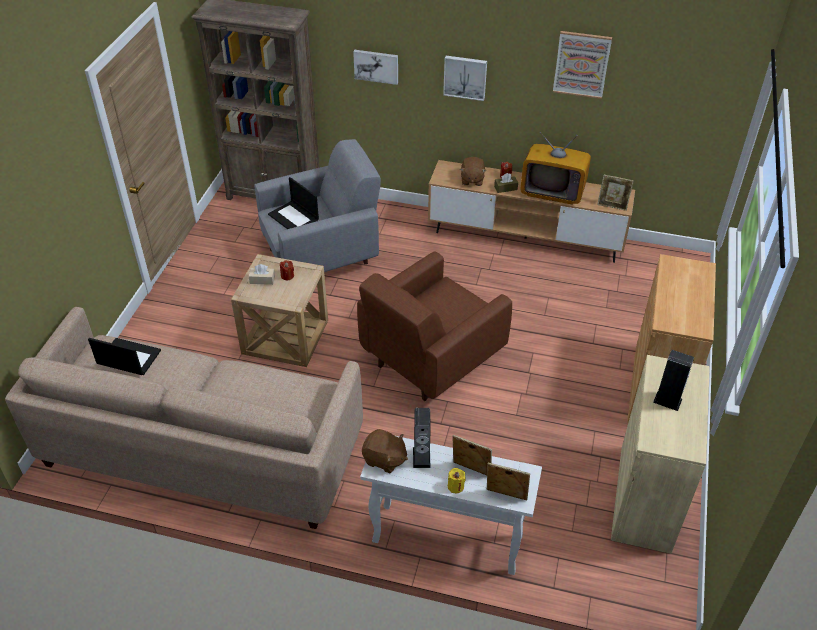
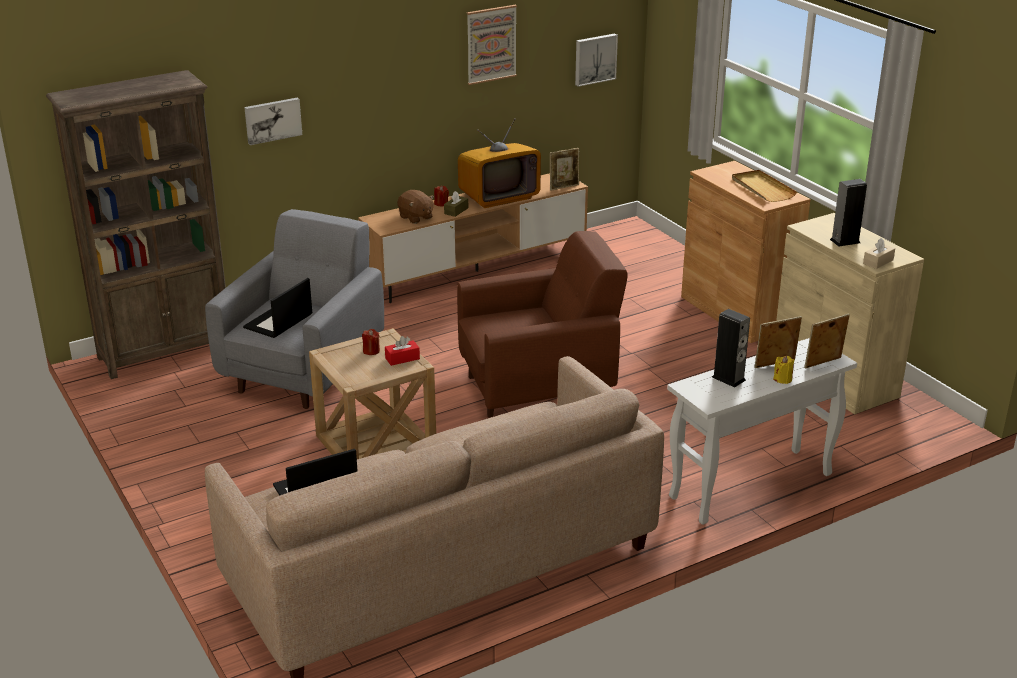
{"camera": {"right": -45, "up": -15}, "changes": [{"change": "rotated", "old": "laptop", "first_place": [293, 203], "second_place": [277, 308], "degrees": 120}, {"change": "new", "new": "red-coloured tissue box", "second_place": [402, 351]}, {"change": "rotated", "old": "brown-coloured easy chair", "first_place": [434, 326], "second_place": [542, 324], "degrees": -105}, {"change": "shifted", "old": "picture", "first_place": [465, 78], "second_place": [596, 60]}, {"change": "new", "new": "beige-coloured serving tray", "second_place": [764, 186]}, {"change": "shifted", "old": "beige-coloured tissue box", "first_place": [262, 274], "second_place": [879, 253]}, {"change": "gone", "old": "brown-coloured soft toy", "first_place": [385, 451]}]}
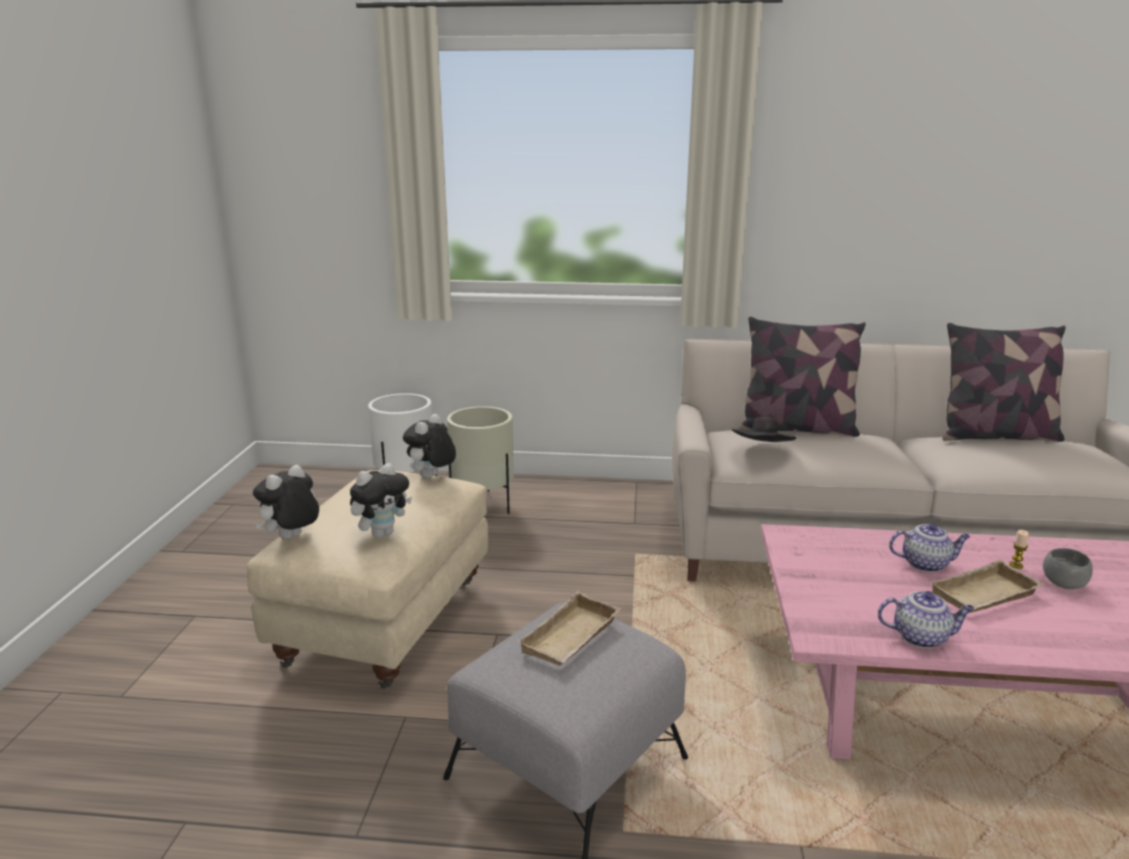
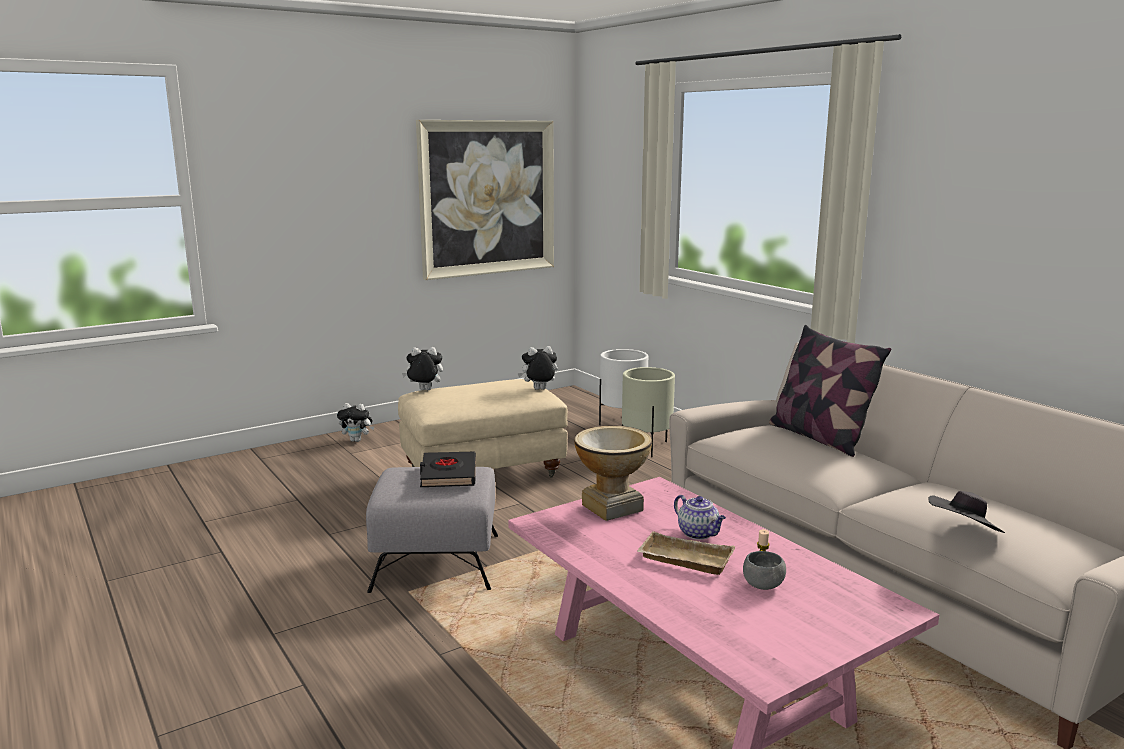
{"camera": {"right": 50, "up": -5}, "changes": [{"change": "shifted", "old": "soft toy", "first_place": [381, 500], "second_place": [355, 422]}, {"change": "new", "new": "picture", "second_place": [485, 200]}, {"change": "swapped", "old": "beige-coloured serving tray", "new": "blackish bound book", "first_place": [569, 628], "second_place": [448, 469]}, {"change": "new", "new": "decorative vase", "second_place": [613, 473]}, {"change": "shifted", "old": "blackish clothing hat", "first_place": [764, 429], "second_place": [966, 512]}, {"change": "gone", "old": "teapot", "first_place": [926, 619]}, {"change": "gone", "old": "pillow", "first_place": [1004, 382]}]}
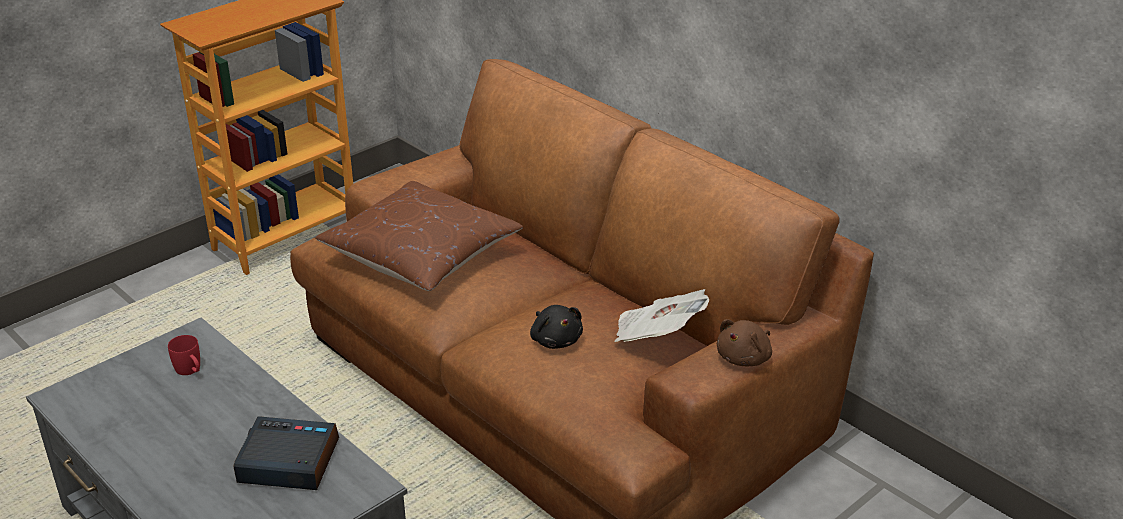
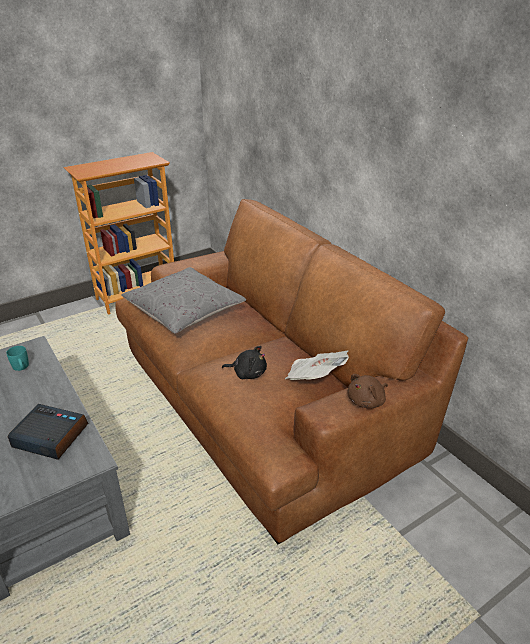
{"camera": {"right": 10, "up": 0}, "changes": [{"change": "repainted", "old": "red-coloured tea mug", "new": "turquoise tea mug", "first_place": [184, 355], "second_place": [17, 358]}, {"change": "repainted", "old": "brown-coloured pillow", "new": "grey pillow", "first_place": [419, 236], "second_place": [183, 300]}, {"change": "rotated", "old": "blackish soft toy", "first_place": [556, 327], "second_place": [244, 362], "degrees": -60}]}
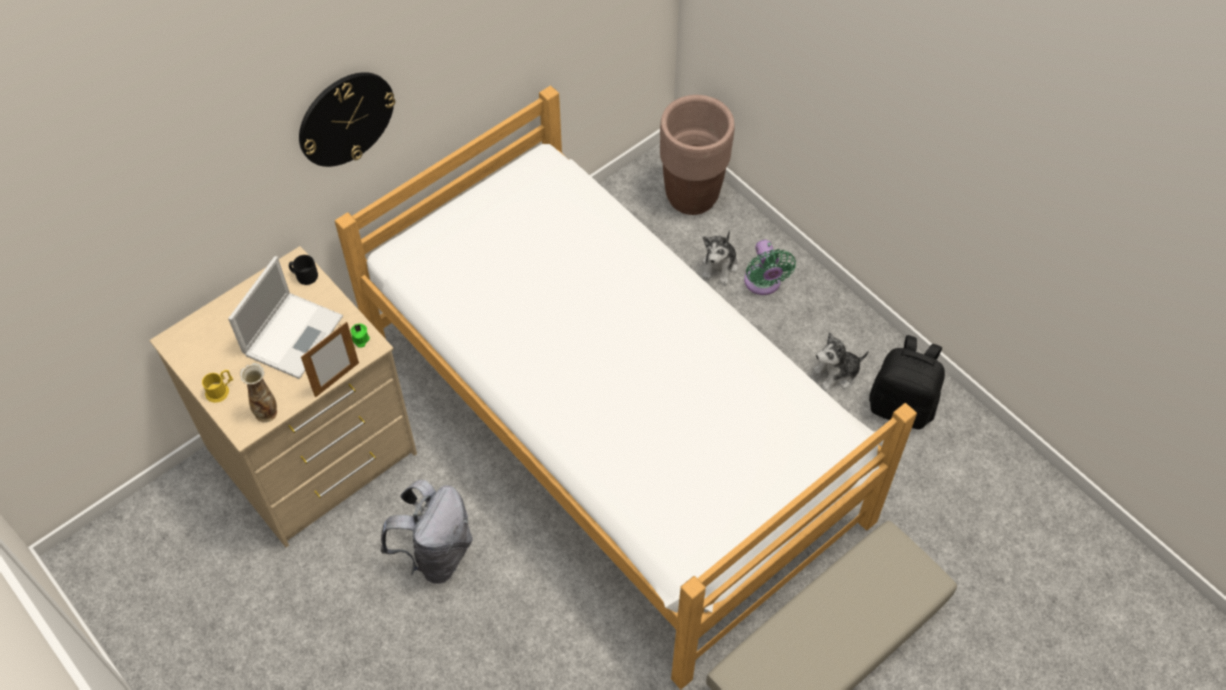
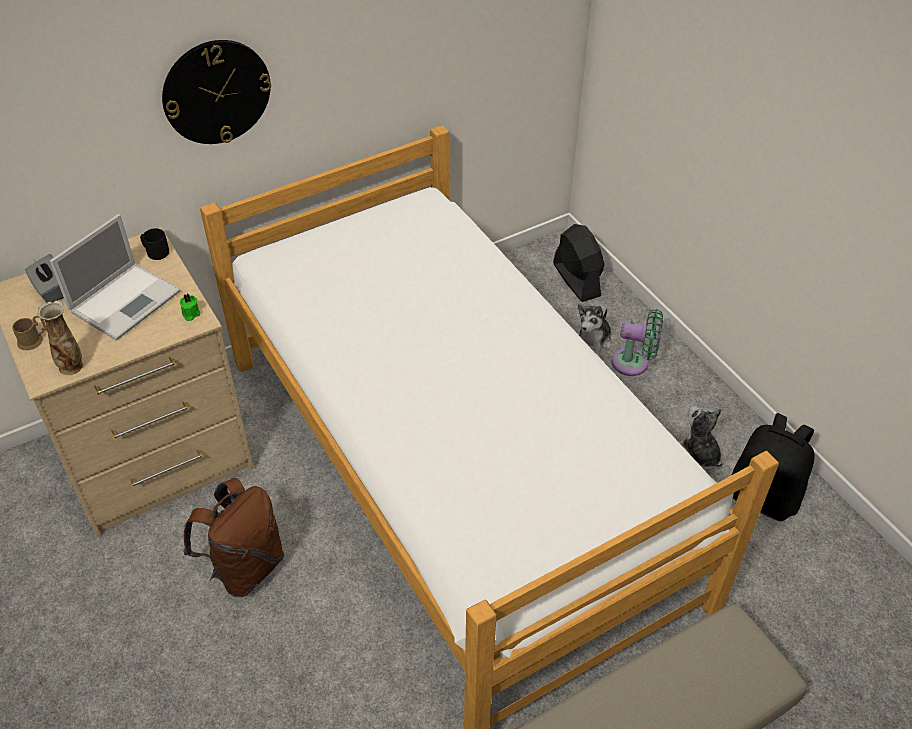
{"camera": {"right": 10, "up": -10}, "changes": [{"change": "repainted", "old": "yellowish tea mug", "new": "brown-coloured tea mug", "first_place": [217, 386], "second_place": [29, 332]}, {"change": "new", "new": "grey tissue box", "second_place": [44, 278]}, {"change": "repainted", "old": "grey knapsack", "new": "brown-coloured knapsack", "first_place": [426, 532], "second_place": [233, 537]}, {"change": "swapped", "old": "brown-coloured flower pot", "new": "blackish fan", "first_place": [697, 155], "second_place": [578, 263]}, {"change": "rotated", "old": "greenish fan", "first_place": [770, 267], "second_place": [637, 342], "degrees": -75}, {"change": "rotated", "old": "soft toy", "first_place": [840, 361], "second_place": [700, 438], "degrees": 75}, {"change": "gone", "old": "photo frame", "first_place": [330, 360]}]}
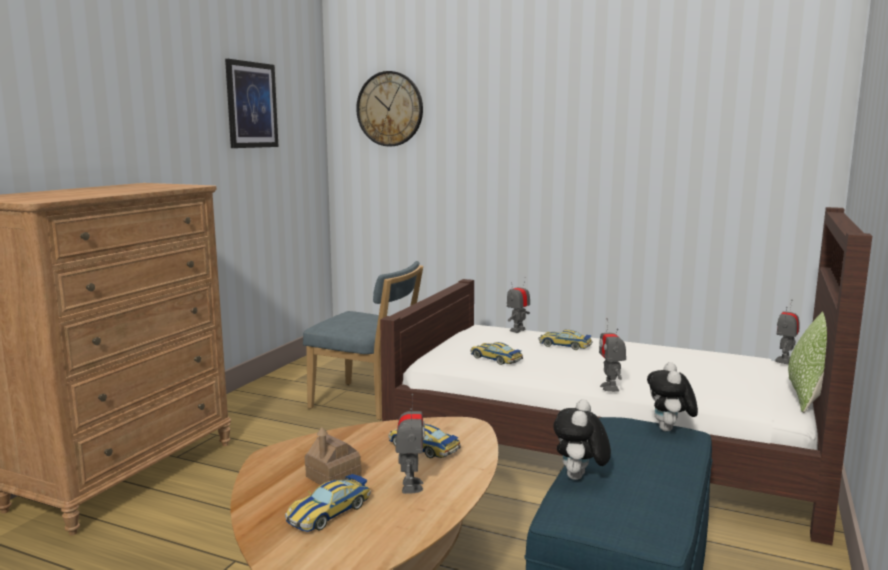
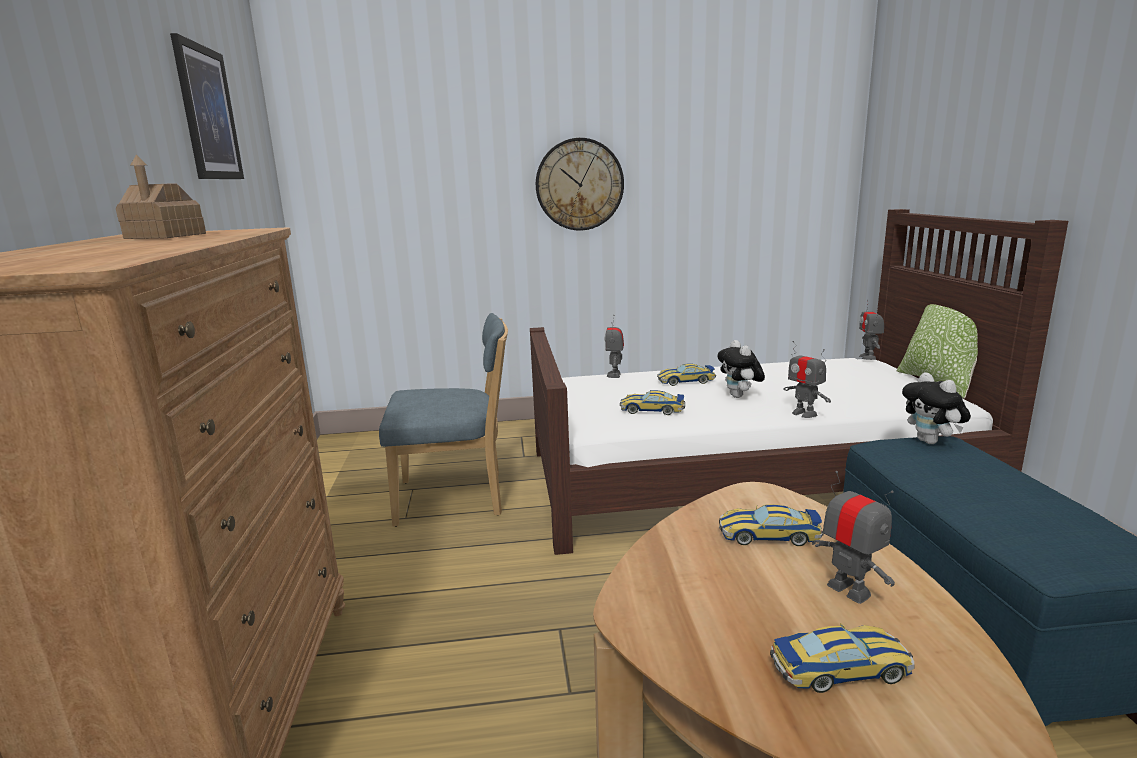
{"camera": {"right": -30, "up": 5}, "changes": [{"change": "shifted", "old": "miniature house", "first_place": [333, 456], "second_place": [161, 197]}, {"change": "shifted", "old": "hanging clock", "first_place": [389, 109], "second_place": [580, 184]}, {"change": "shifted", "old": "soft toy", "first_place": [582, 439], "second_place": [741, 369]}, {"change": "rotated", "old": "toy car", "first_place": [328, 503], "second_place": [842, 658], "degrees": -105}]}
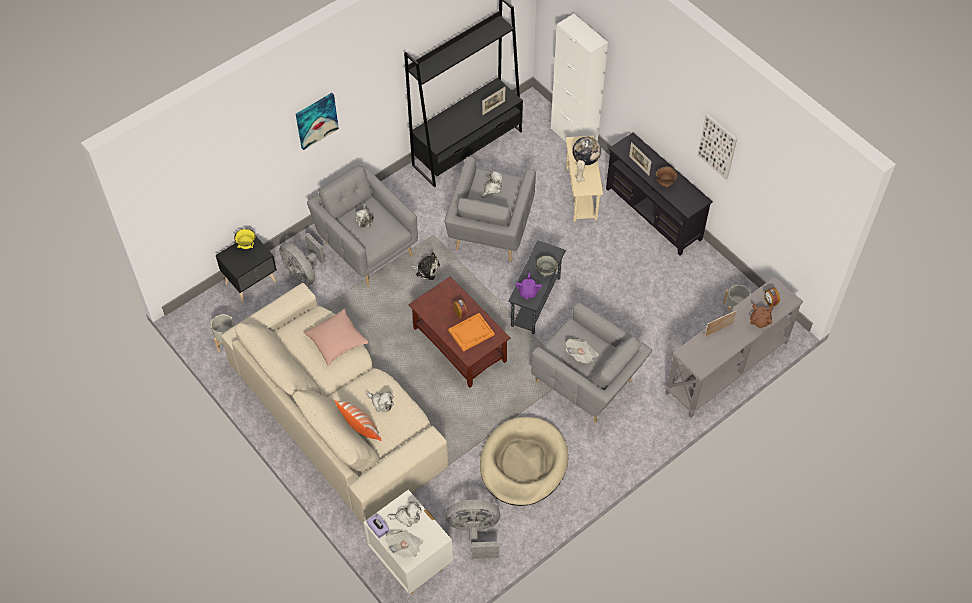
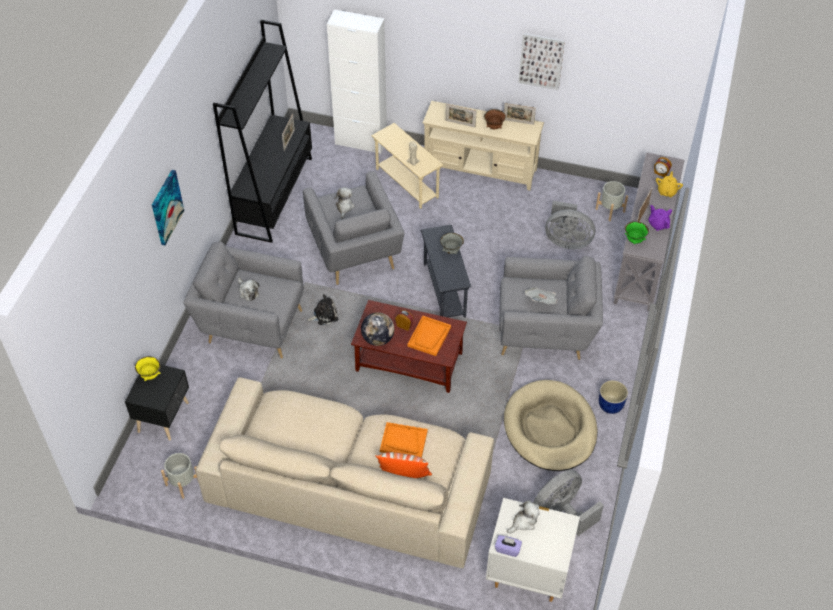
{"camera": {"right": -35, "up": -5}, "changes": [{"change": "shifted", "old": "world globe", "first_place": [586, 151], "second_place": [377, 329]}, {"change": "swapped", "old": "soft toy", "new": "orange-coloured serving tray", "first_place": [380, 401], "second_place": [404, 440]}, {"change": "repainted", "old": "blackish tv stand", "new": "beige-coloured tv stand", "first_place": [659, 193], "second_place": [483, 146]}, {"change": "new", "new": "photo frame", "second_place": [520, 114]}, {"change": "shifted", "old": "grey fan", "first_place": [302, 259], "second_place": [570, 225]}, {"change": "new", "new": "blue flower pot", "second_place": [613, 397]}, {"change": "new", "new": "greenish serving bowl", "second_place": [637, 232]}, {"change": "shifted", "old": "purple-coloured teapot", "first_place": [528, 286], "second_place": [660, 218]}, {"change": "repainted", "old": "brown-coloured teapot", "new": "yellowish teapot", "first_place": [762, 316], "second_place": [669, 184]}, {"change": "gone", "old": "pink-coloured pillow", "first_place": [336, 337]}, {"change": "gone", "old": "printed paper", "first_place": [404, 544]}]}
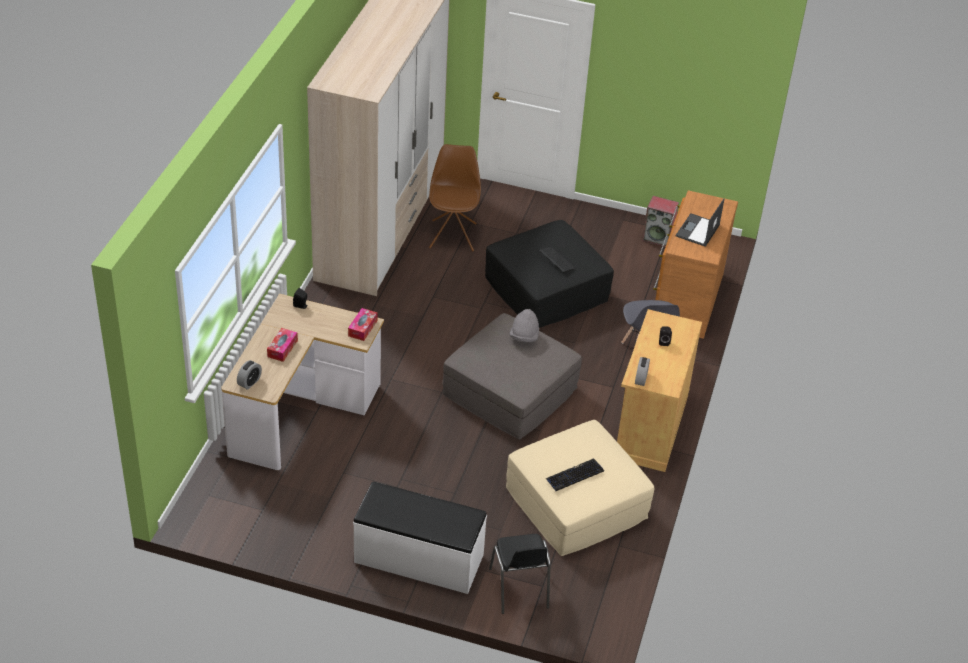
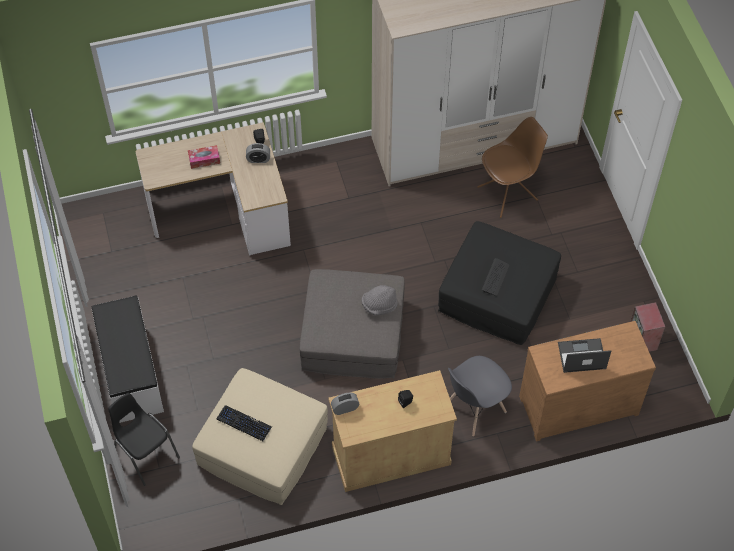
{"camera": {"right": 60, "up": 15}, "changes": [{"change": "rotated", "old": "blackish plain chair", "first_place": [520, 574], "second_place": [144, 439], "degrees": 90}, {"change": "shifted", "old": "bedside clock", "first_place": [249, 375], "second_place": [258, 153]}, {"change": "gone", "old": "tissue box", "first_place": [362, 324]}]}
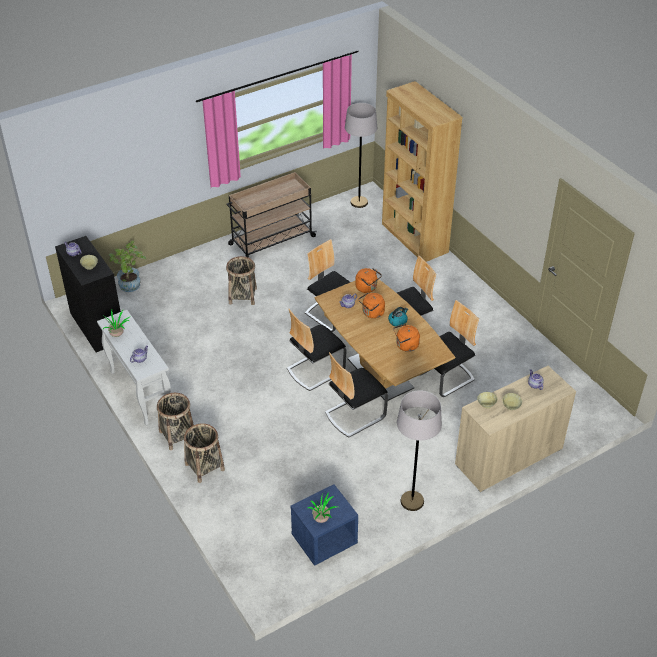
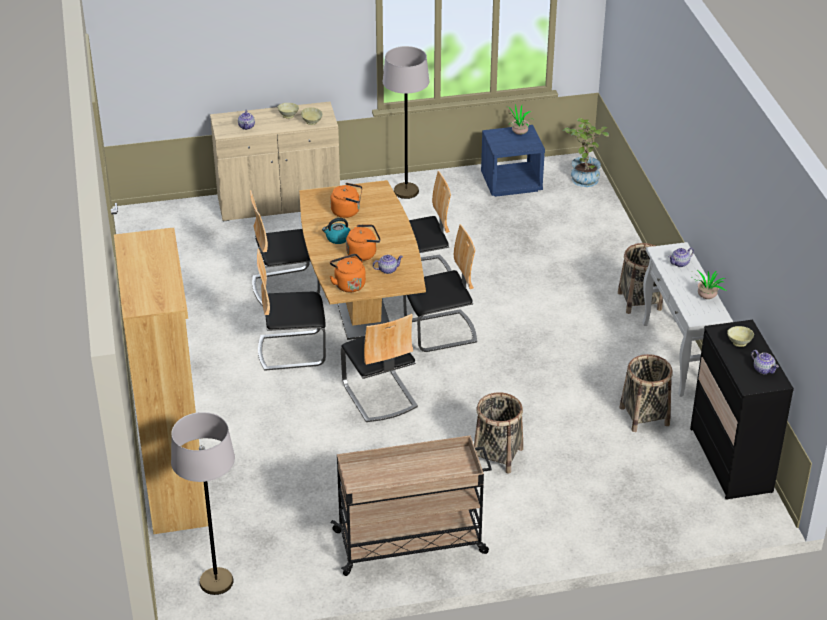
{"camera": {"right": -160, "up": -5}, "changes": [{"change": "shifted", "old": "potted plant", "first_place": [127, 266], "second_place": [586, 152]}, {"change": "shifted", "old": "household basket", "first_place": [204, 453], "second_place": [646, 393]}]}
